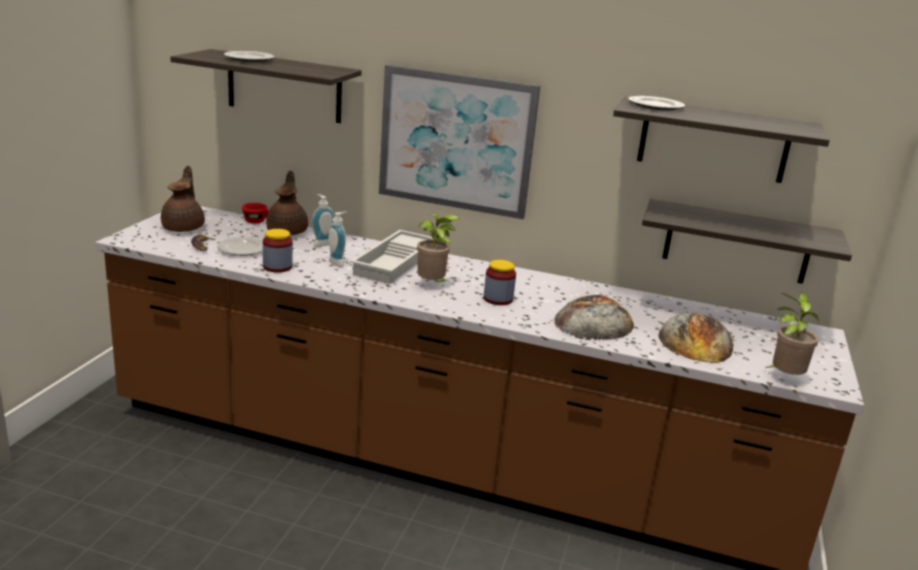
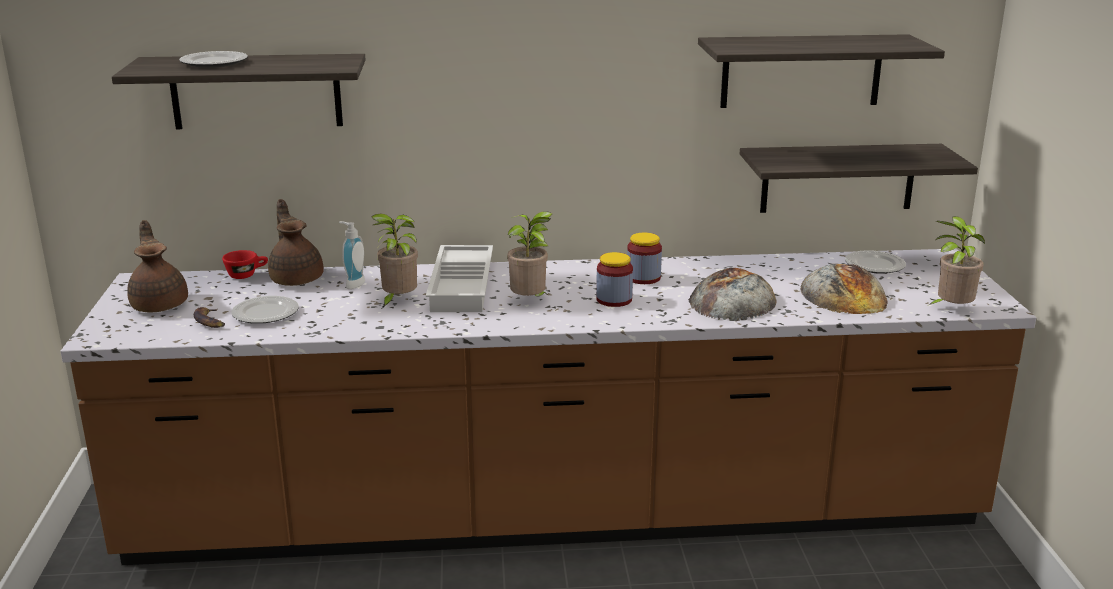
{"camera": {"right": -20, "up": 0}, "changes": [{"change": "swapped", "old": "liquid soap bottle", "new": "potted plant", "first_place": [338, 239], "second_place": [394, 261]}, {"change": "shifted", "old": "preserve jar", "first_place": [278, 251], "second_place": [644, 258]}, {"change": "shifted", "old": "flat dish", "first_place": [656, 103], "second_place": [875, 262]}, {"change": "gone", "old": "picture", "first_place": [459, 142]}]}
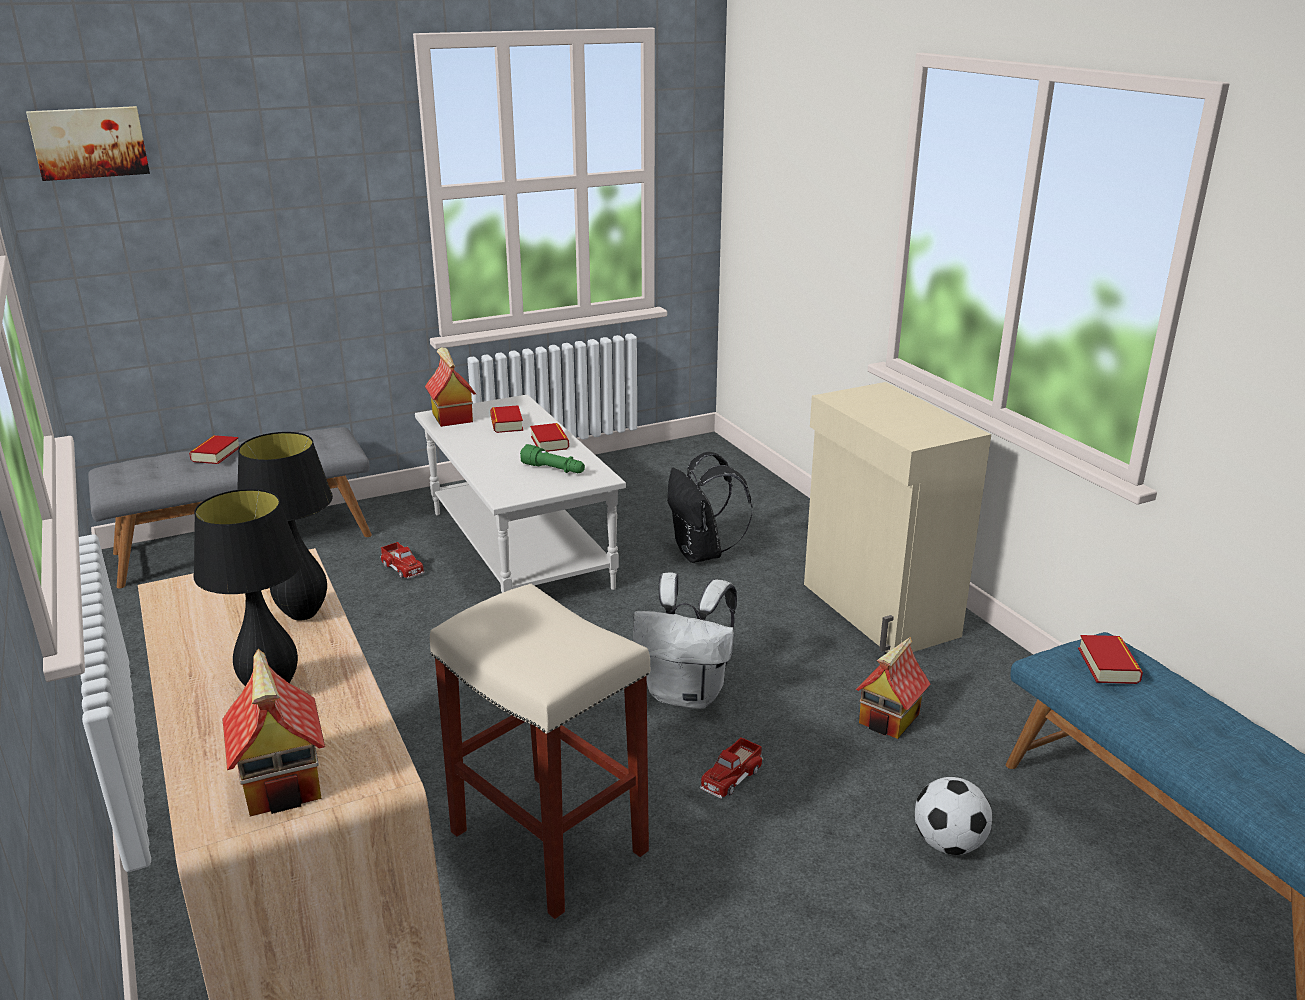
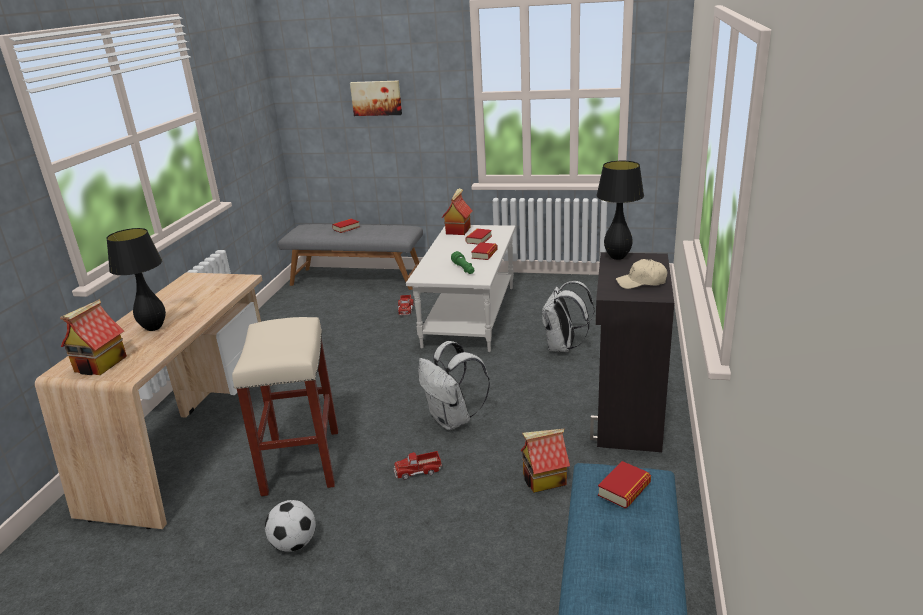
{"camera": {"right": 40, "up": 0}, "changes": [{"change": "shifted", "old": "football", "first_place": [953, 816], "second_place": [290, 526]}, {"change": "shifted", "old": "picture", "first_place": [88, 143], "second_place": [376, 98]}, {"change": "repainted", "old": "blackish knapsack", "new": "whitish knapsack", "first_place": [710, 507], "second_place": [568, 316]}, {"change": "repainted", "old": "beige-coloured cabinet", "new": "blackish cabinet", "first_place": [897, 517], "second_place": [632, 352]}, {"change": "shifted", "old": "blackish table lamp", "first_place": [285, 526], "second_place": [620, 210]}, {"change": "new", "new": "beige-coloured peaked cap", "second_place": [641, 274]}]}
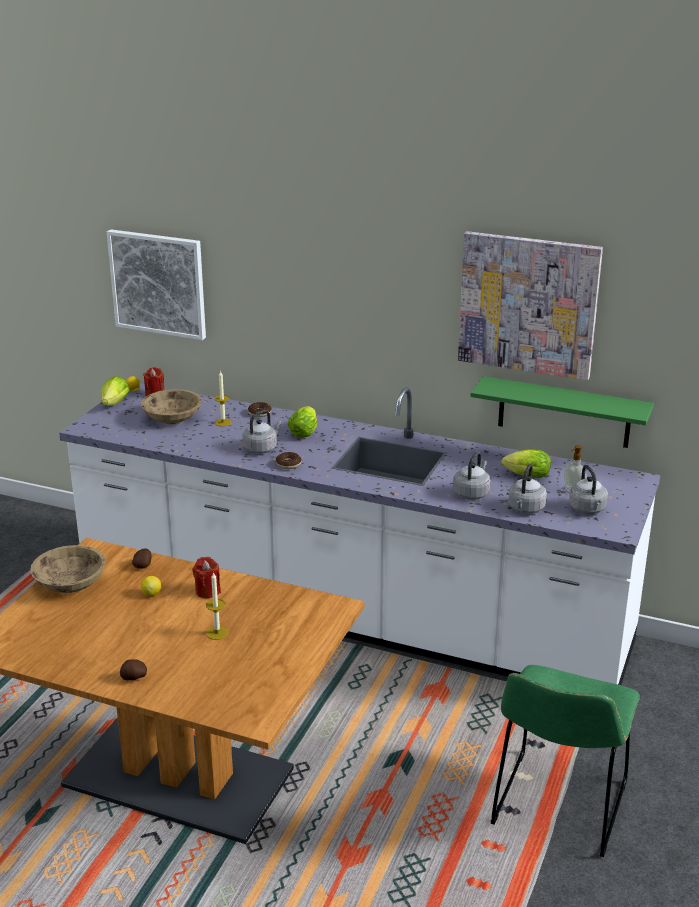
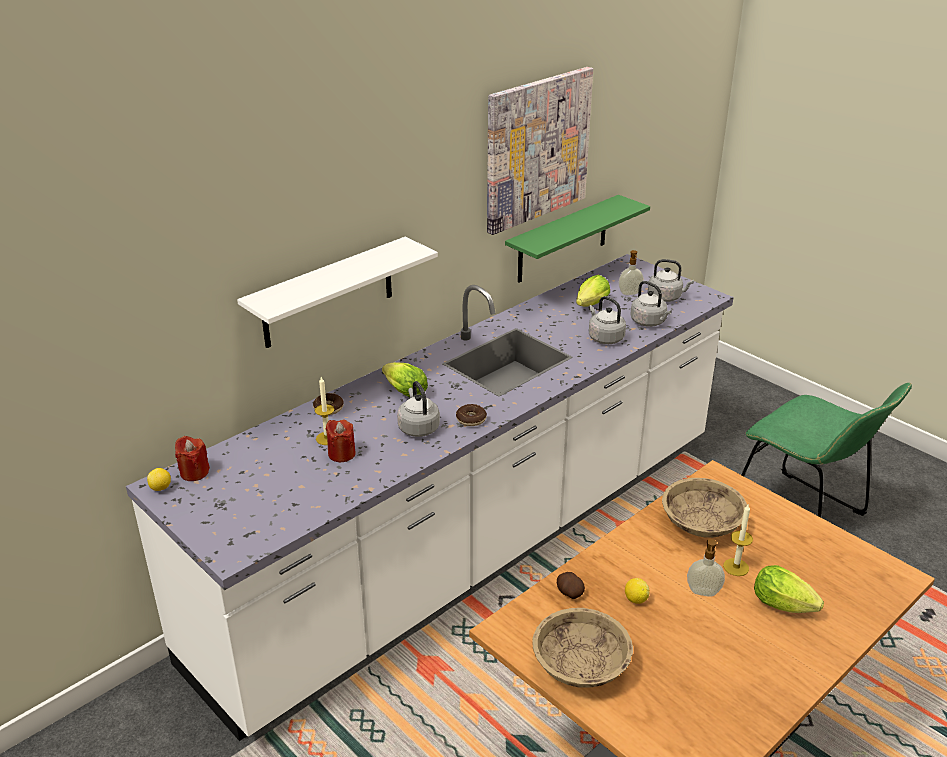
{"camera": {"right": -65, "up": 5}, "changes": [{"change": "new", "new": "whitish bracket shelf", "second_place": [337, 292]}, {"change": "shifted", "old": "red-coloured candle", "first_place": [207, 577], "second_place": [341, 441]}, {"change": "shifted", "old": "beige-coloured serving bowl", "first_place": [171, 406], "second_place": [704, 508]}, {"change": "new", "new": "liquid soap bottle", "second_place": [706, 568]}, {"change": "shifted", "old": "head of lettuce", "first_place": [115, 391], "second_place": [789, 589]}, {"change": "gone", "old": "picture", "first_place": [156, 284]}, {"change": "gone", "old": "spud", "first_place": [133, 669]}]}
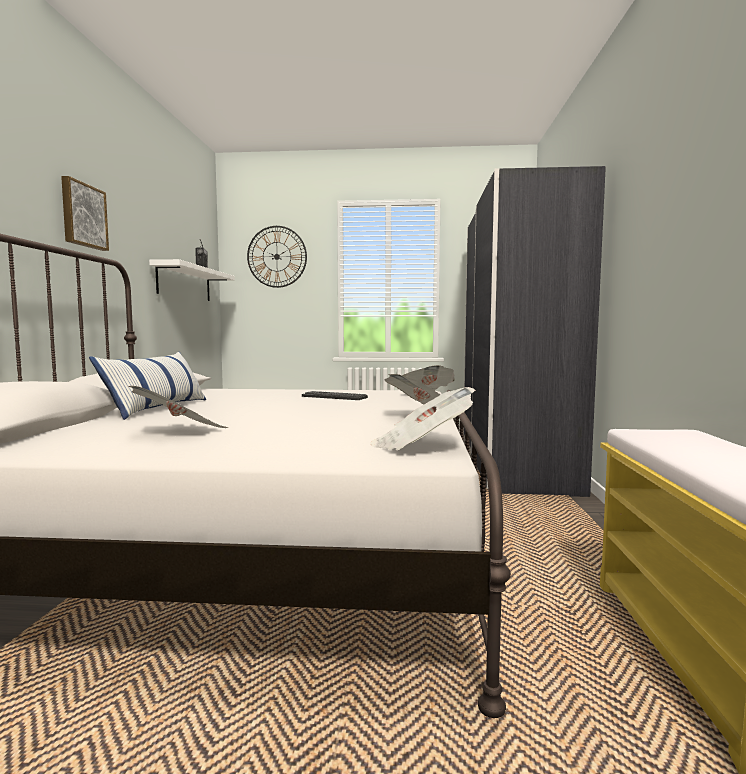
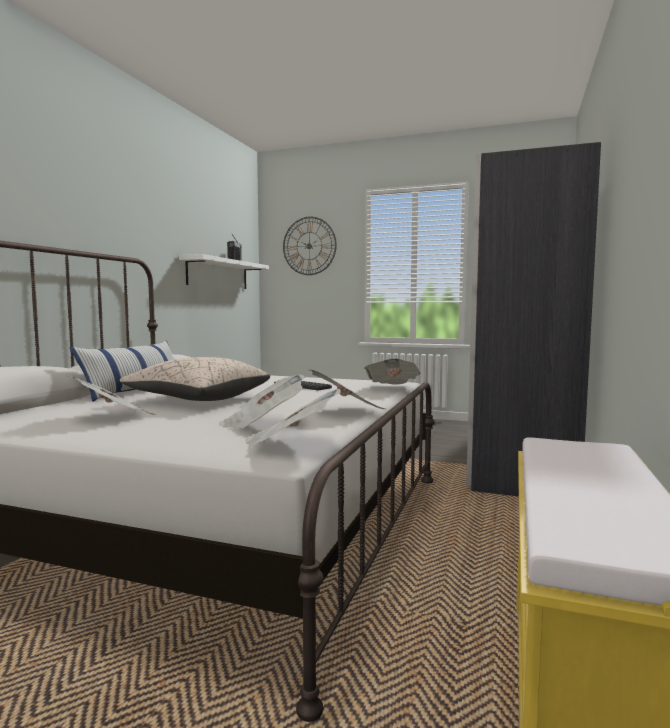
{"camera": {"right": 15, "up": 0}, "changes": [{"change": "new", "new": "beige-coloured pillow", "second_place": [195, 379]}, {"change": "new", "new": "printed paper", "second_place": [262, 401]}, {"change": "gone", "old": "picture", "first_place": [85, 213]}]}
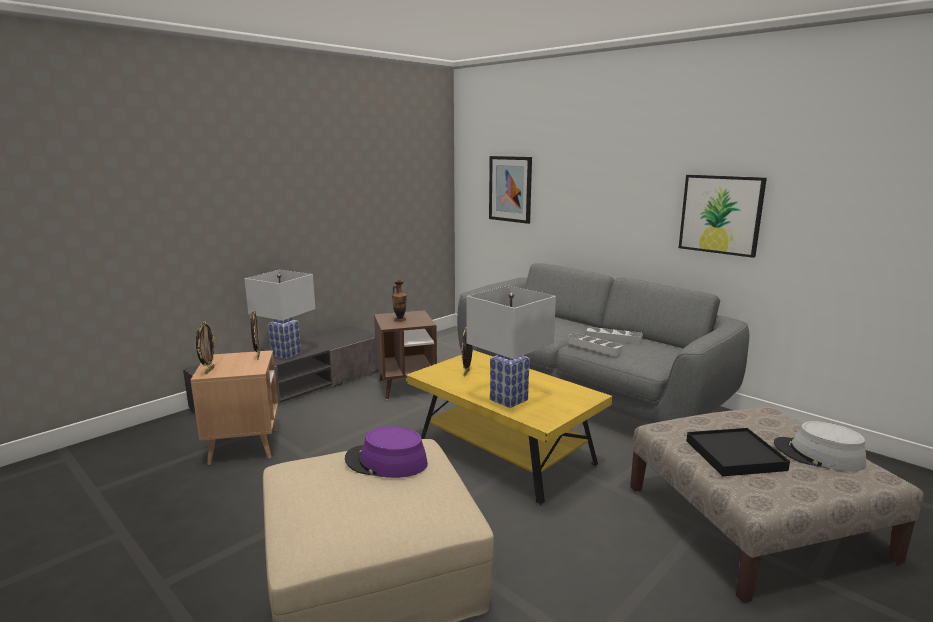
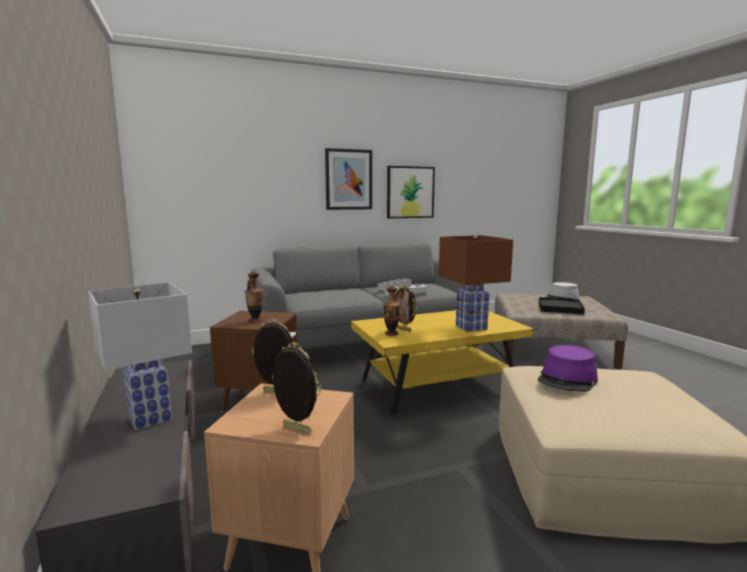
{"camera": {"right": -65, "up": -5}, "changes": [{"change": "shifted", "old": "picture", "first_place": [510, 190], "second_place": [348, 179]}, {"change": "new", "new": "decorative vase", "second_place": [392, 311]}, {"change": "repainted", "old": "whitish table lamp", "new": "brown-coloured table lamp", "first_place": [511, 346], "second_place": [476, 283]}]}
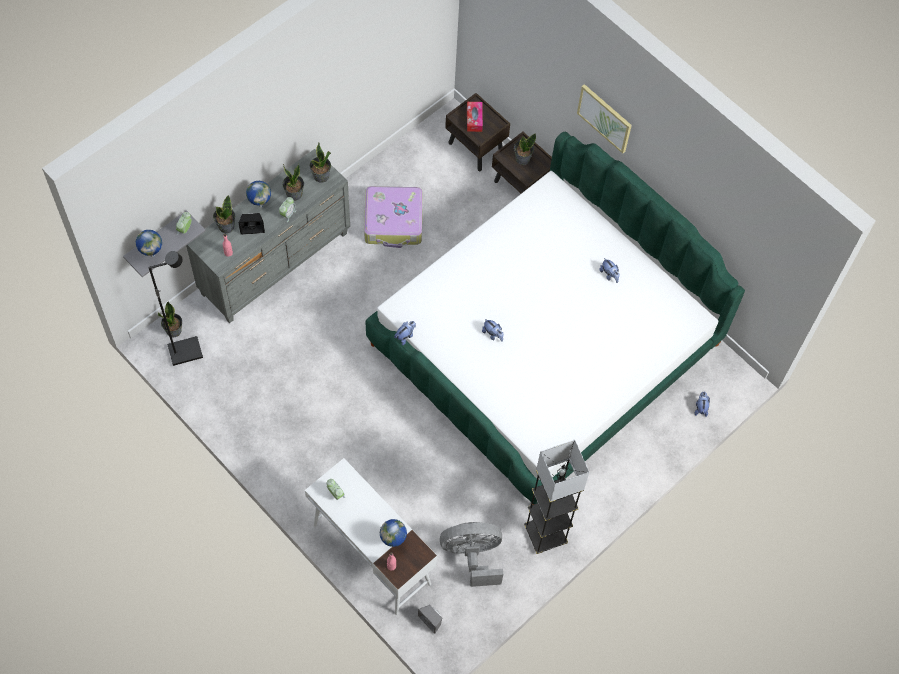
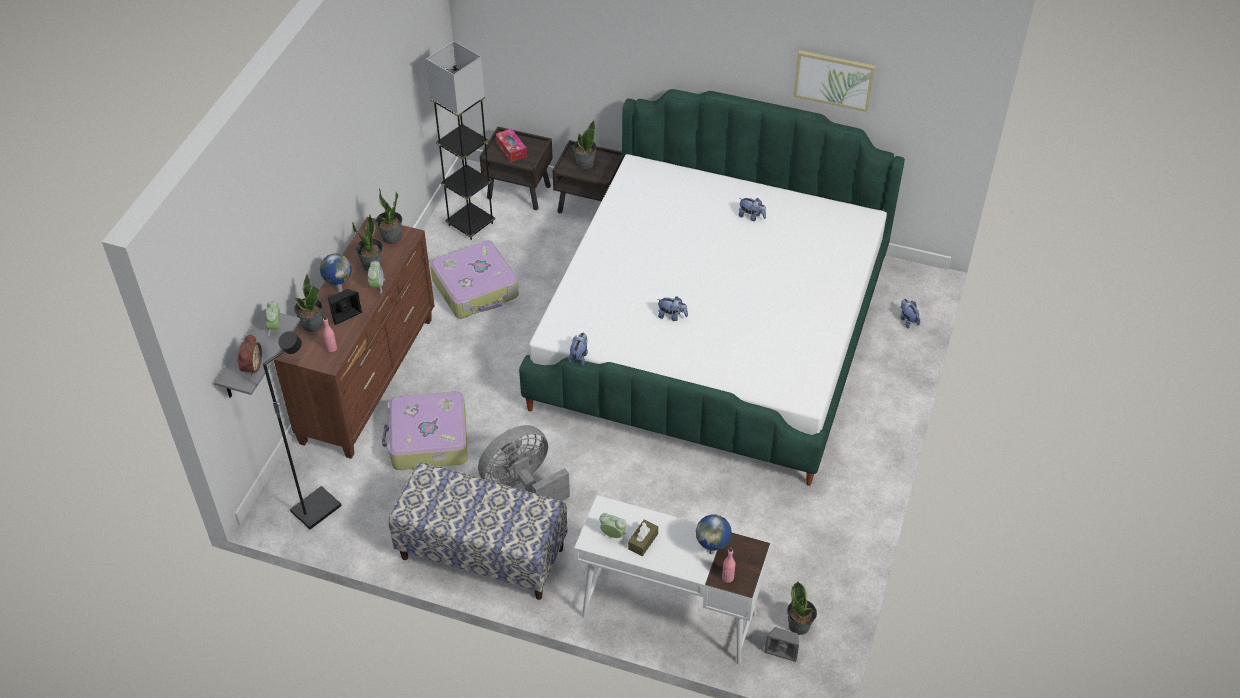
{"camera": {"right": -25, "up": -15}, "changes": [{"change": "swapped", "old": "world globe", "new": "bedside clock", "first_place": [149, 243], "second_place": [249, 355]}, {"change": "repainted", "old": "grey drawer chest", "new": "brown-coloured drawer chest", "first_place": [268, 236], "second_place": [354, 338]}, {"change": "new", "new": "travel case", "second_place": [425, 430]}, {"change": "new", "new": "indoor bench", "second_place": [478, 531]}, {"change": "shifted", "old": "grey standard lamp", "first_place": [556, 497], "second_place": [460, 140]}, {"change": "shifted", "old": "grey fan", "first_place": [471, 554], "second_place": [524, 463]}, {"change": "new", "new": "brown-coloured tissue box", "second_place": [643, 538]}, {"change": "shifted", "old": "potted plant", "first_place": [170, 319], "second_place": [802, 608]}, {"change": "shifted", "old": "picture", "first_place": [604, 119], "second_place": [834, 81]}]}
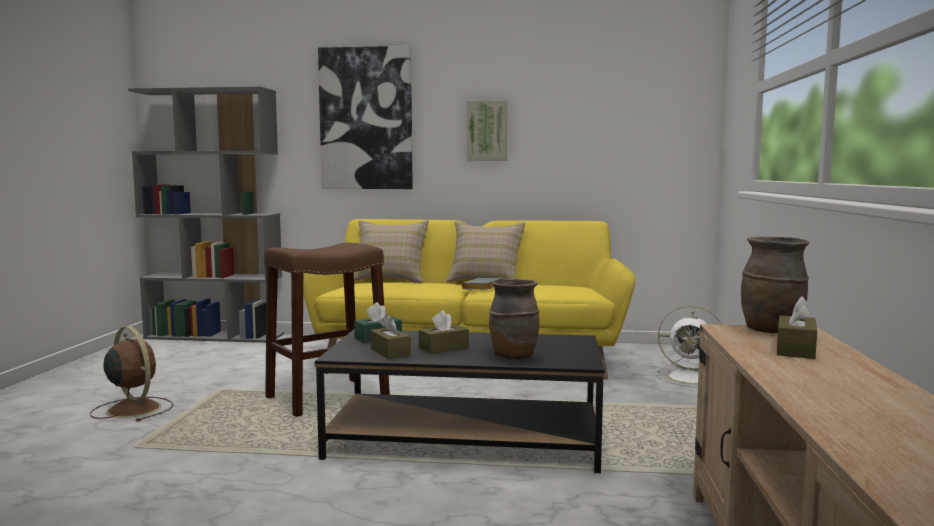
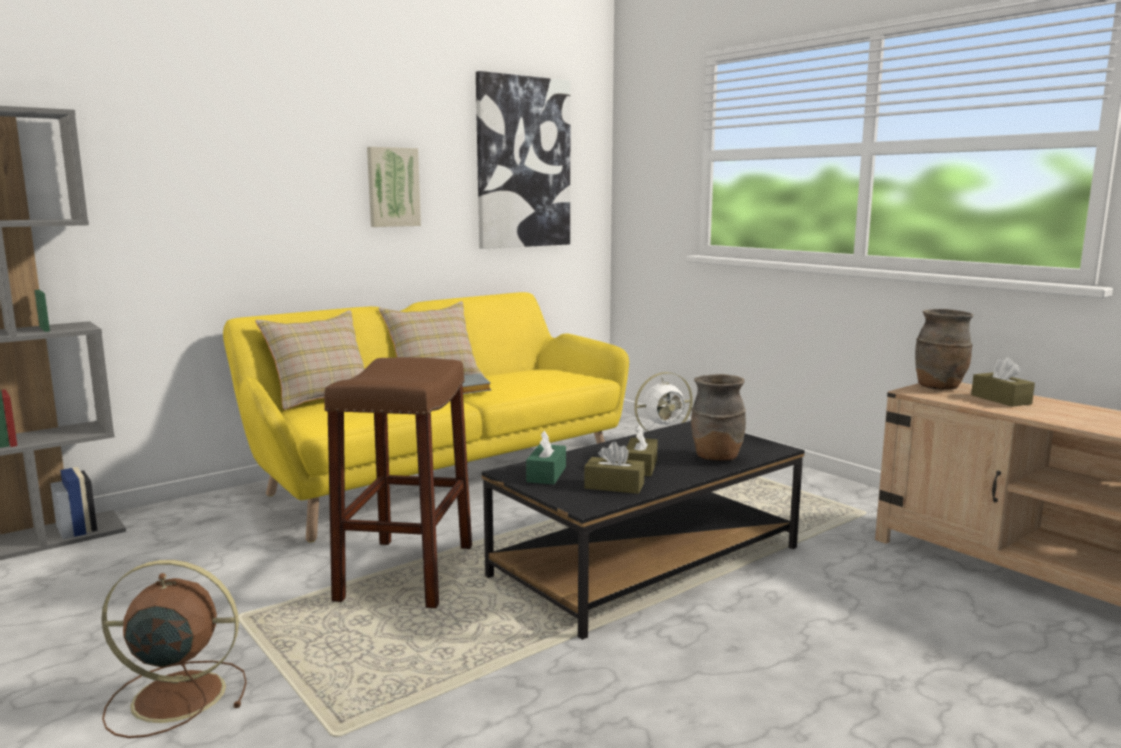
{"camera": {"right": -45, "up": 5}, "changes": [{"change": "shifted", "old": "picture", "first_place": [365, 117], "second_place": [523, 160]}]}
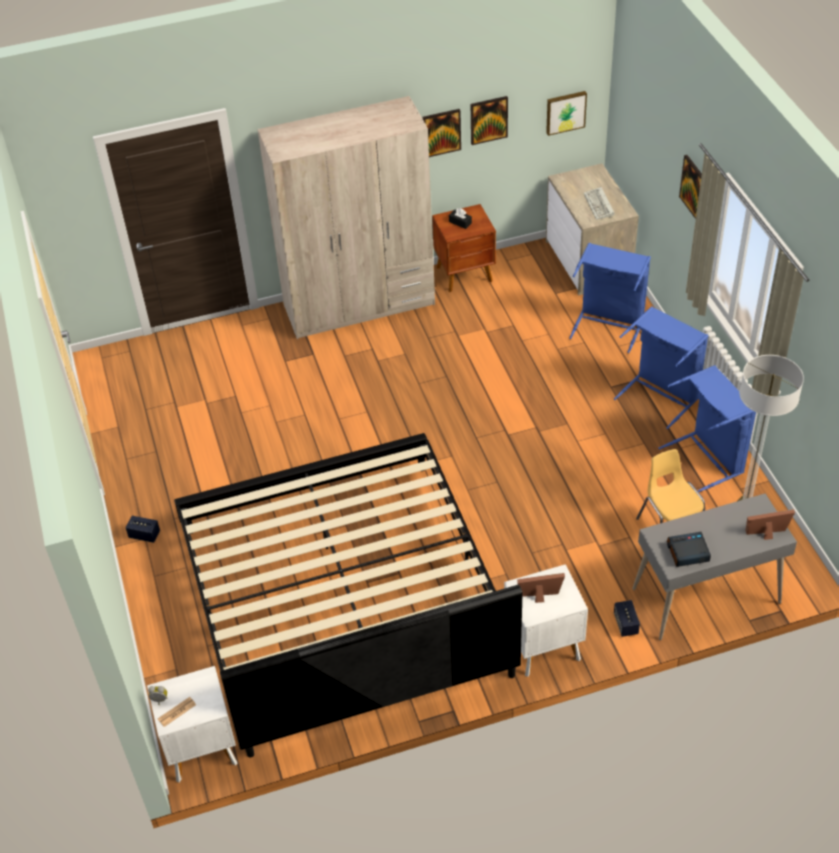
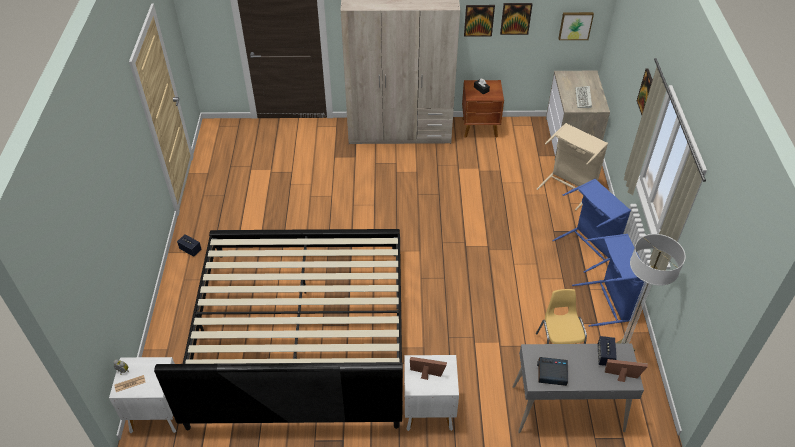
{"camera": {"right": 15, "up": 0}, "changes": [{"change": "repainted", "old": "blue hamper", "new": "beige-coloured hamper", "first_place": [610, 298], "second_place": [572, 166]}, {"change": "shifted", "old": "speaker", "first_place": [627, 618], "second_place": [607, 351]}]}
